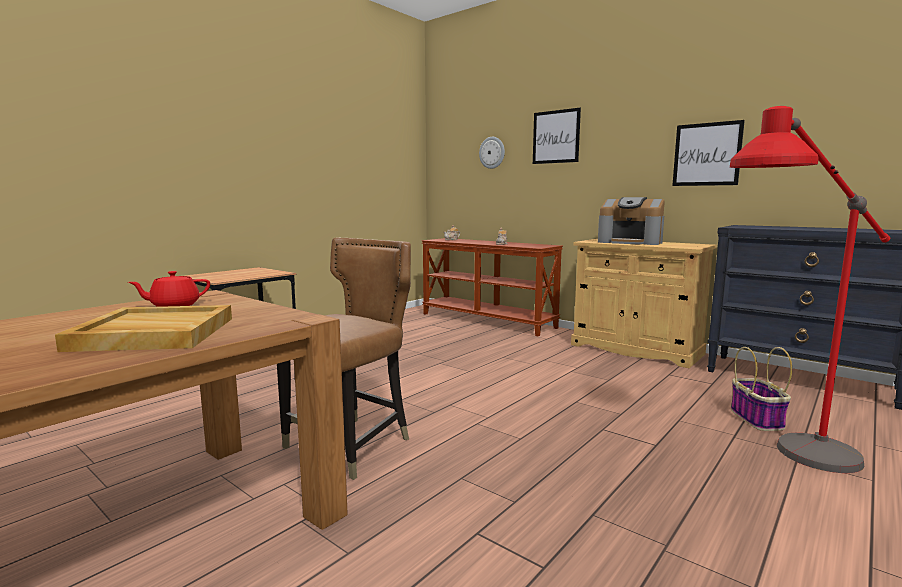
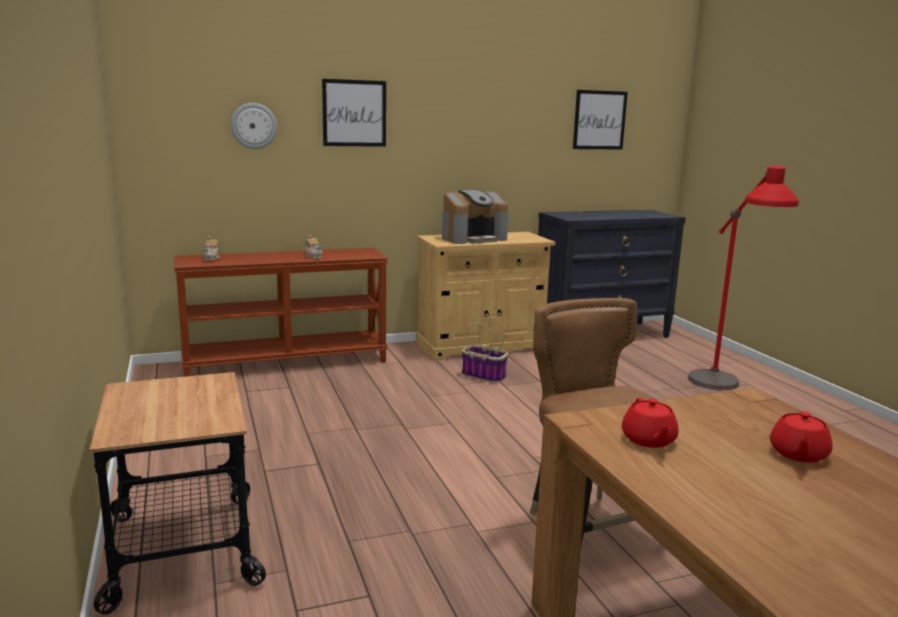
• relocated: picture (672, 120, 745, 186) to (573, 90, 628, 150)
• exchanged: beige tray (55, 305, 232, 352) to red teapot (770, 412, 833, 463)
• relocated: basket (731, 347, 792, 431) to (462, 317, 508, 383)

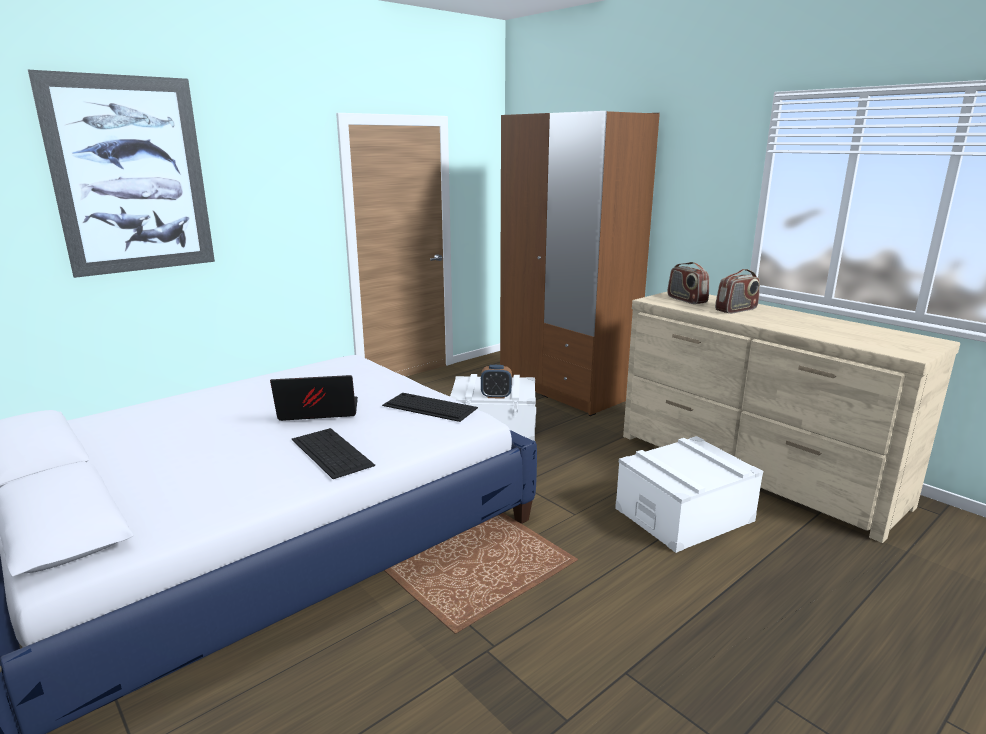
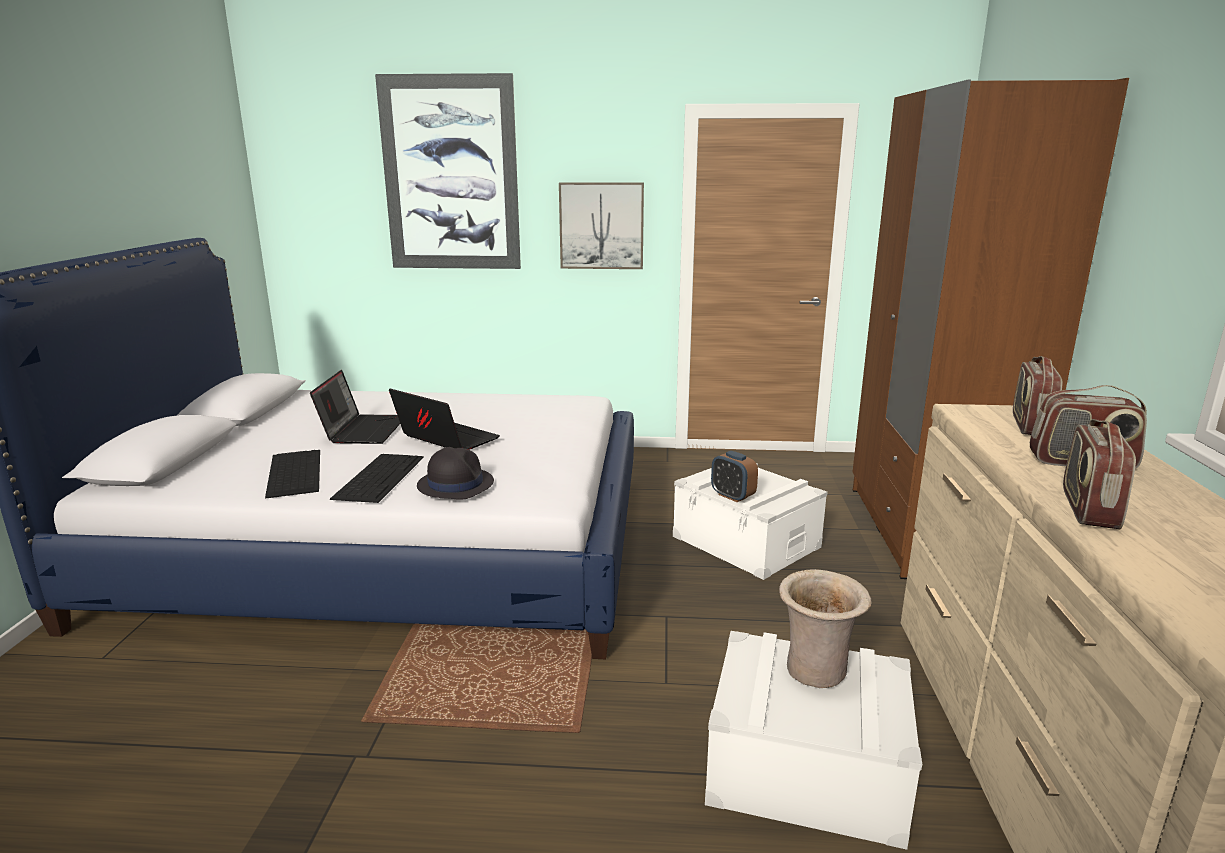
• relocated: keyboard (382, 393, 478, 422) to (265, 450, 320, 499)
• appeared: picture (559, 182, 644, 269)
• appeared: laptop (310, 370, 400, 444)
• appeared: radio (1063, 419, 1136, 529)
• appeared: black hat (417, 447, 494, 500)
• appeared: beige vase (779, 569, 872, 688)

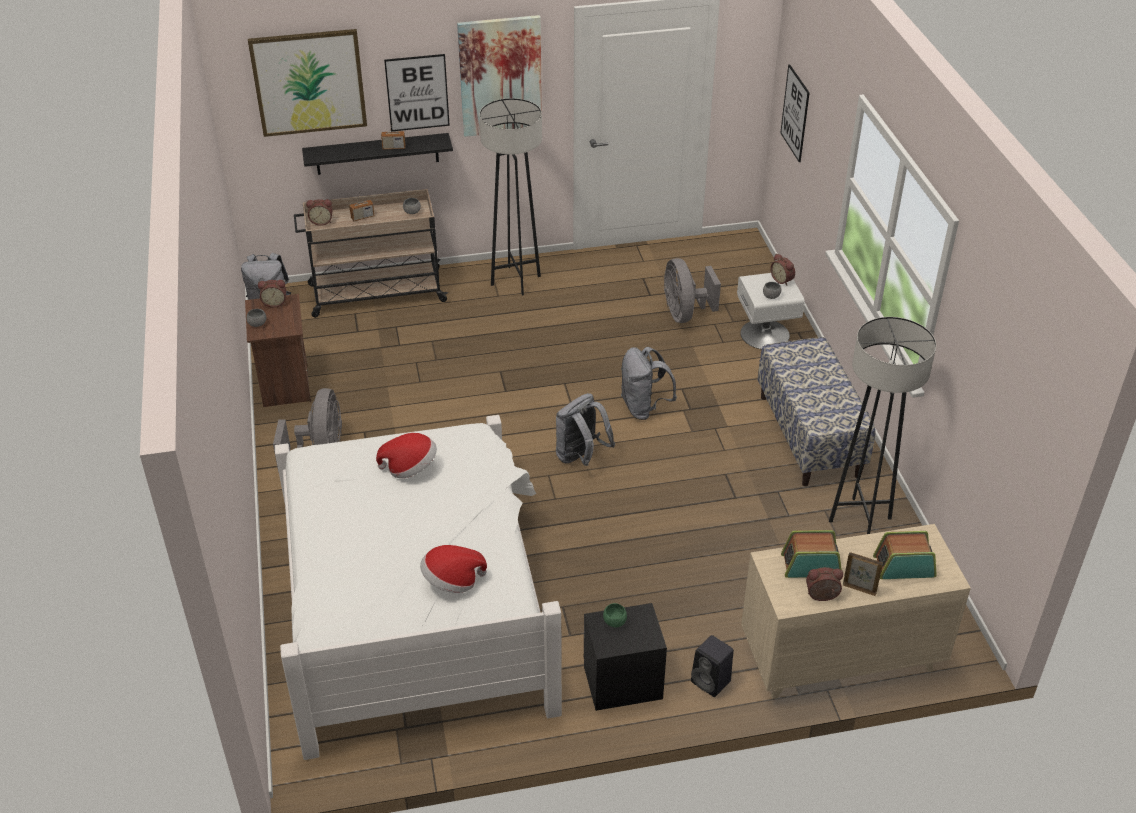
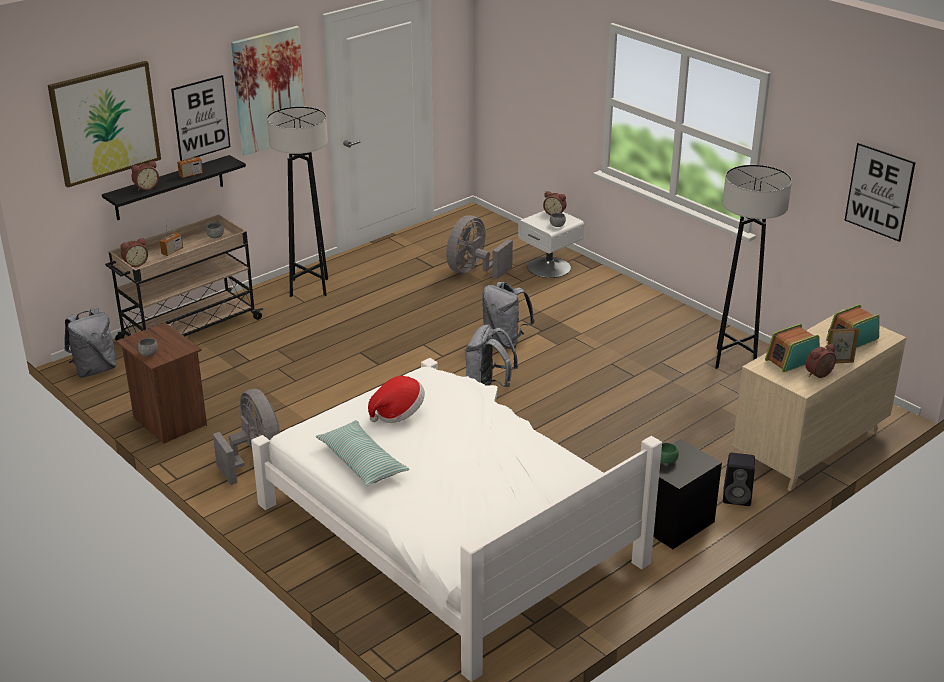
• relocated: picture (780, 65, 810, 162) to (845, 143, 916, 242)
• spun: grey fan (664, 258, 721, 323) = (446, 215, 513, 279) 75 degrees clockwise
• relocated: alarm clock (258, 280, 286, 307) to (131, 161, 159, 191)
• missing: bench (758, 337, 876, 486)
• missing: hat (420, 545, 487, 593)
• appeared: pillow (316, 420, 409, 487)

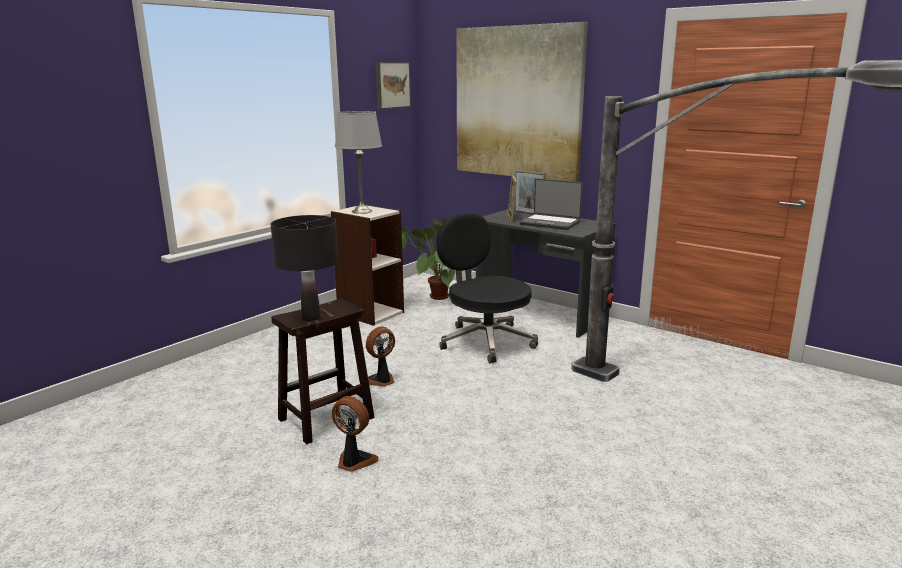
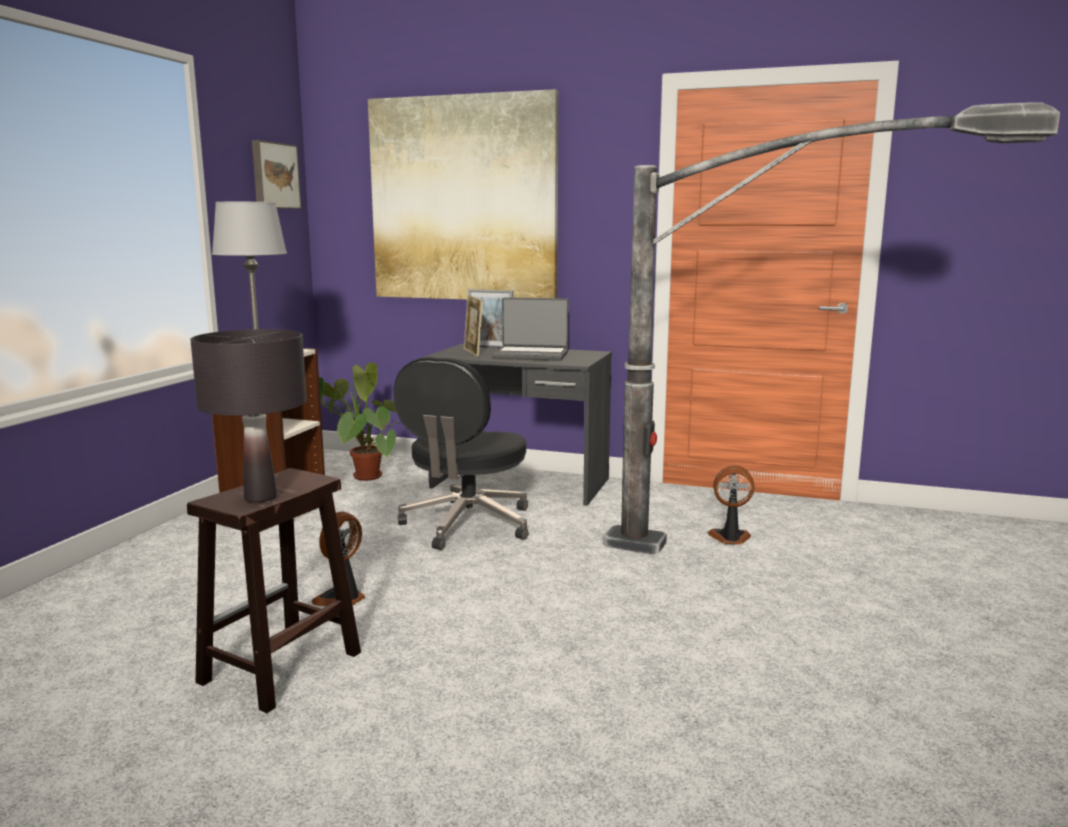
• spun: black office chair (436, 213, 538, 363) = (394, 357, 529, 550) 105 degrees counterclockwise
• relocated: fan (332, 396, 378, 472) to (707, 465, 755, 545)

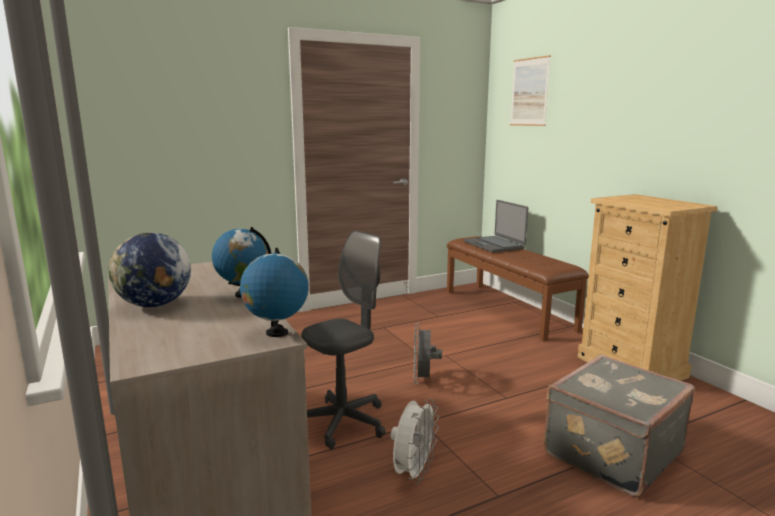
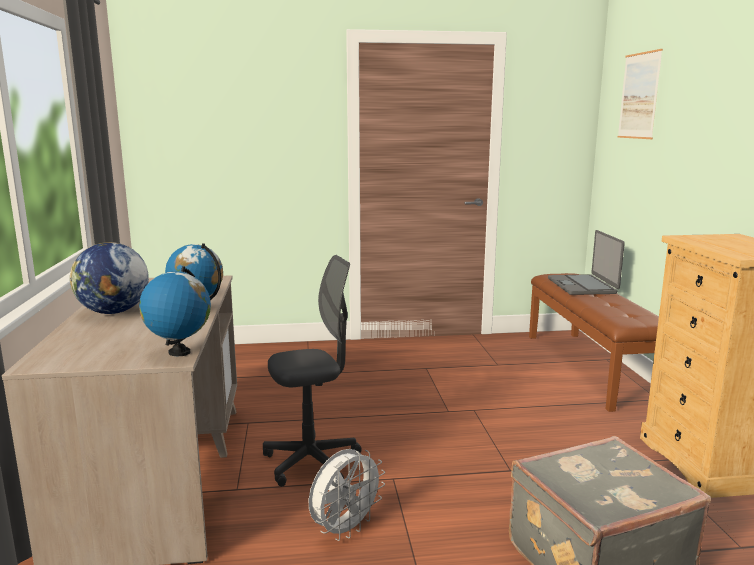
• missing: grey fan (414, 323, 442, 384)

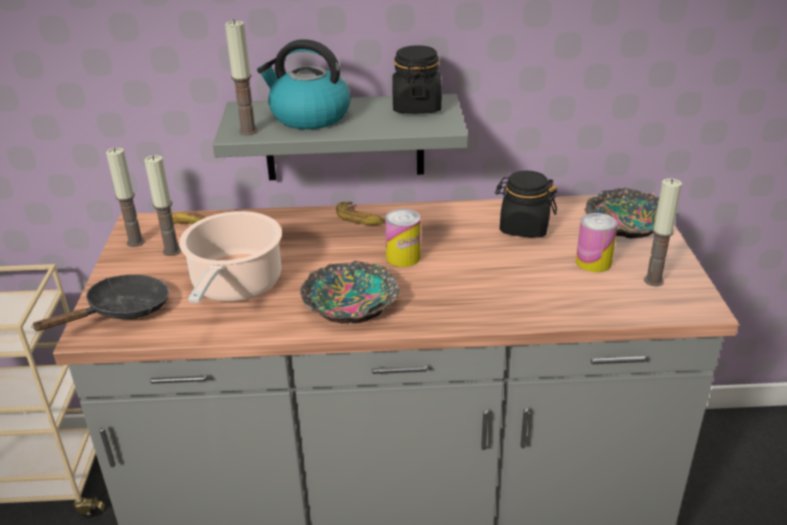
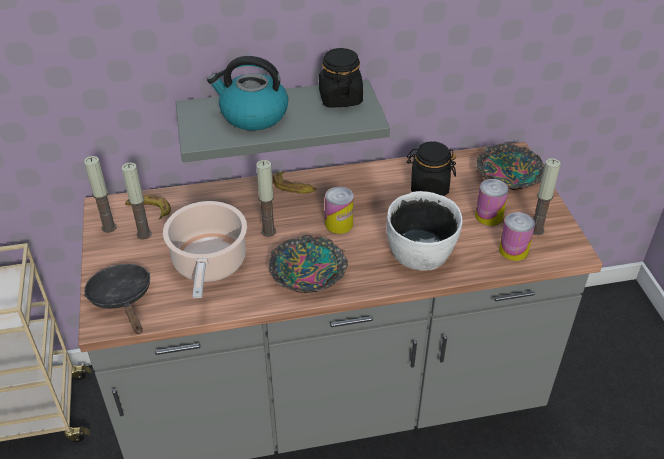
• relocated: candle (225, 19, 258, 135) to (256, 160, 276, 237)
• spun: black frying pan (31, 275, 169, 331) = (84, 264, 150, 334) 60 degrees counterclockwise
• appeared: white bowl (386, 191, 463, 271)
• appeared: can (499, 212, 535, 261)

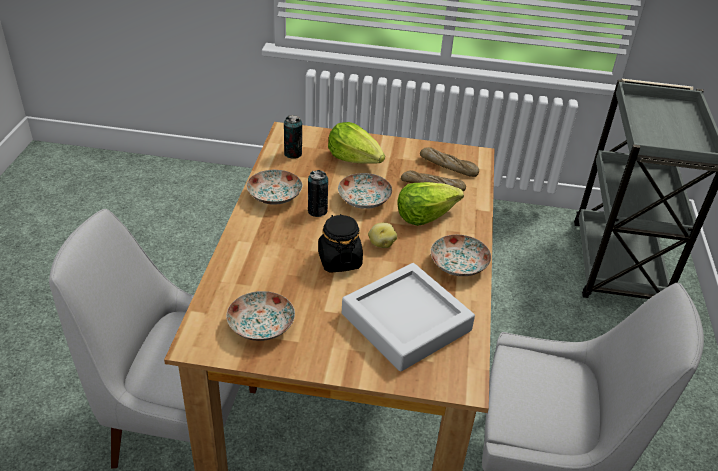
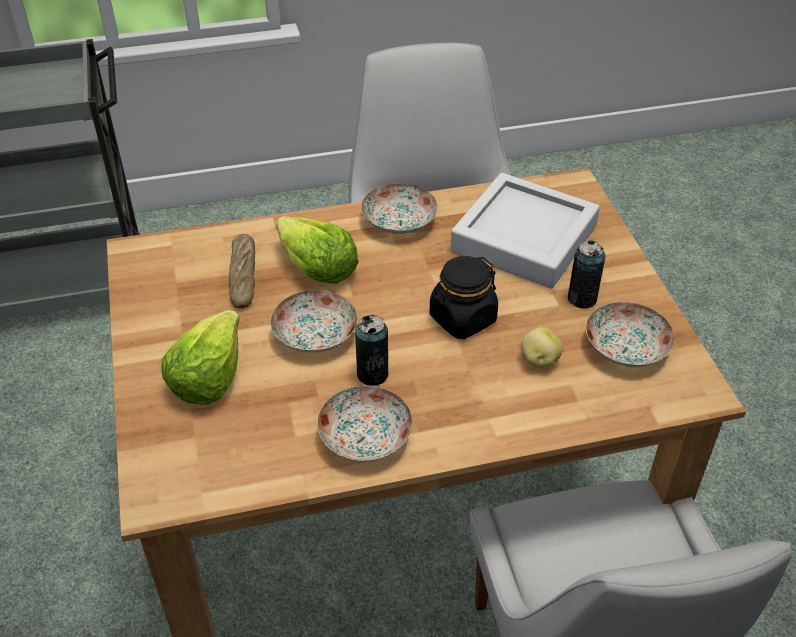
• relocated: can (284, 115, 302, 159) to (568, 241, 605, 309)
• missing: bread (420, 147, 479, 177)
• relocated: potato (368, 222, 397, 248) to (521, 327, 563, 369)

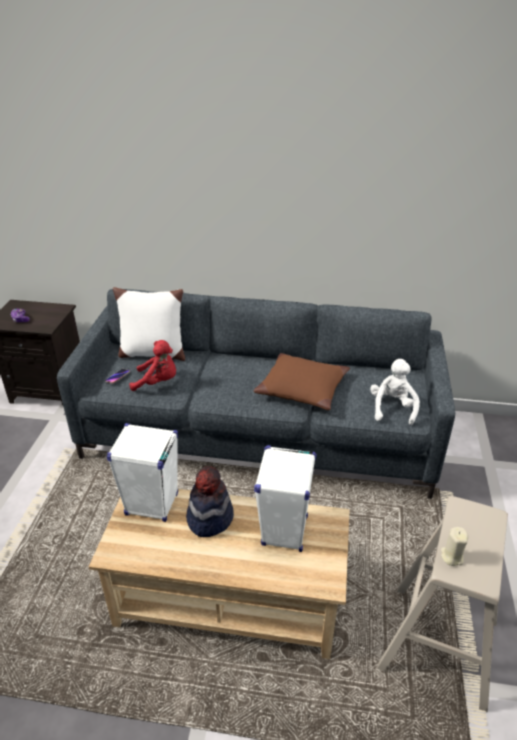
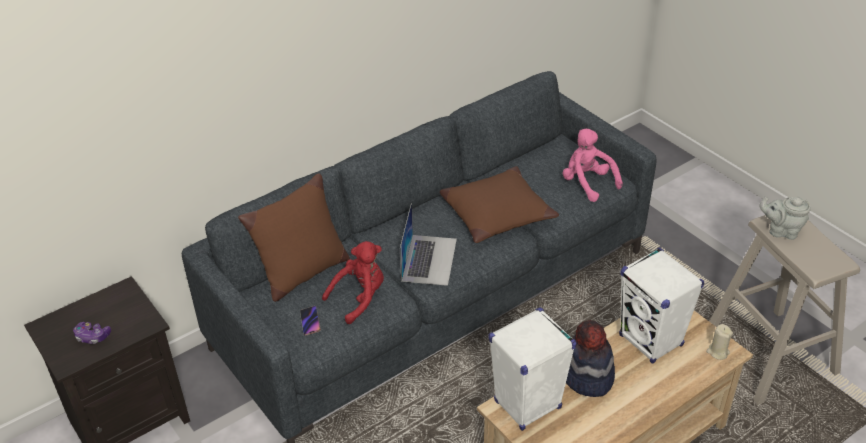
• colour: white pillow (113, 287, 185, 361) to brown pillow (238, 173, 350, 302)
• colour: white plush toy (370, 359, 420, 425) to pink plush toy (563, 129, 623, 202)
• relocated: beige candle (441, 527, 468, 566) to (706, 324, 733, 360)
• appeared: grey teapot (760, 197, 811, 240)
• appeared: laptop (400, 203, 457, 286)

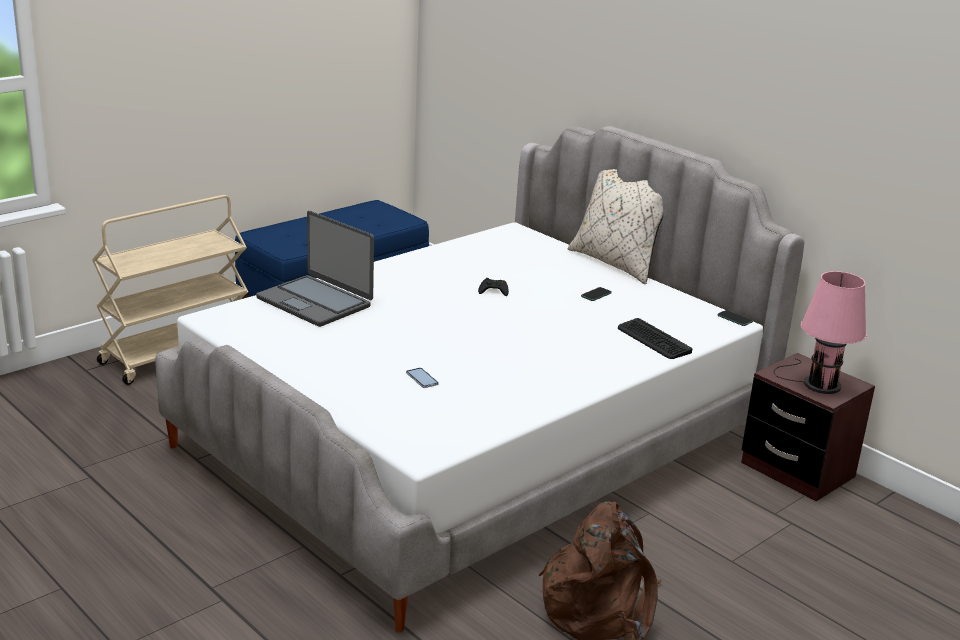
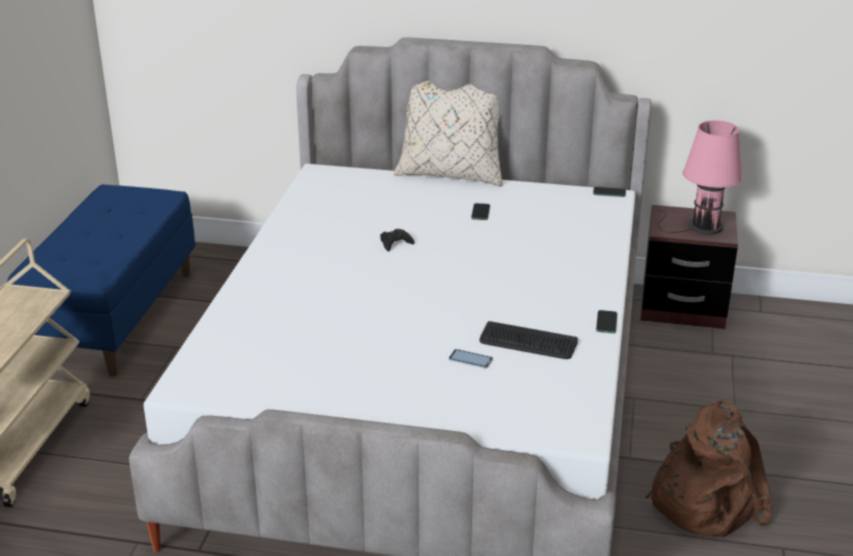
• missing: laptop (256, 211, 374, 327)
• relocated: keyboard (618, 318, 692, 359) to (480, 321, 578, 359)
• appeared: phone (596, 310, 617, 333)

